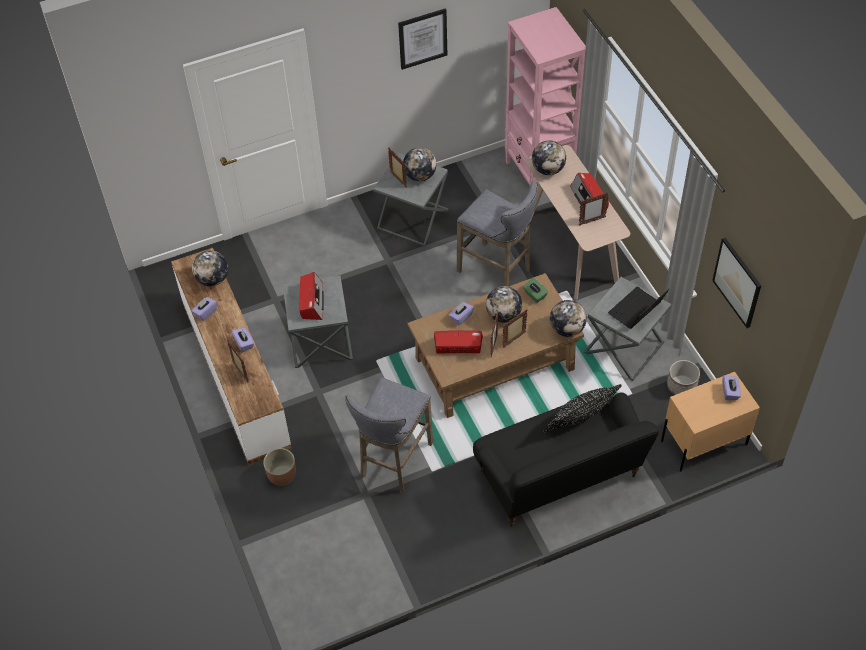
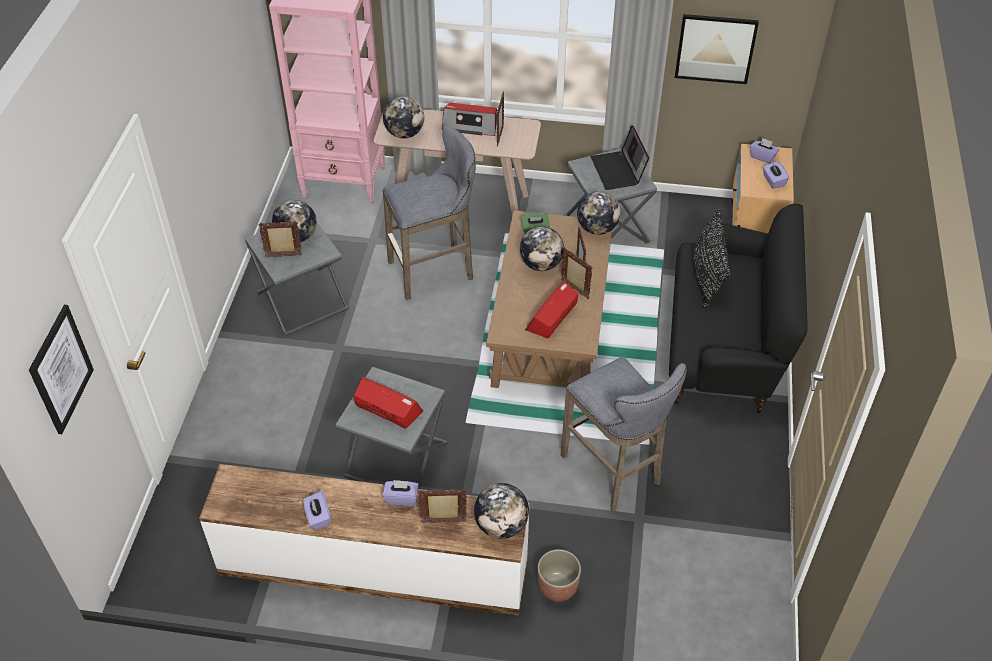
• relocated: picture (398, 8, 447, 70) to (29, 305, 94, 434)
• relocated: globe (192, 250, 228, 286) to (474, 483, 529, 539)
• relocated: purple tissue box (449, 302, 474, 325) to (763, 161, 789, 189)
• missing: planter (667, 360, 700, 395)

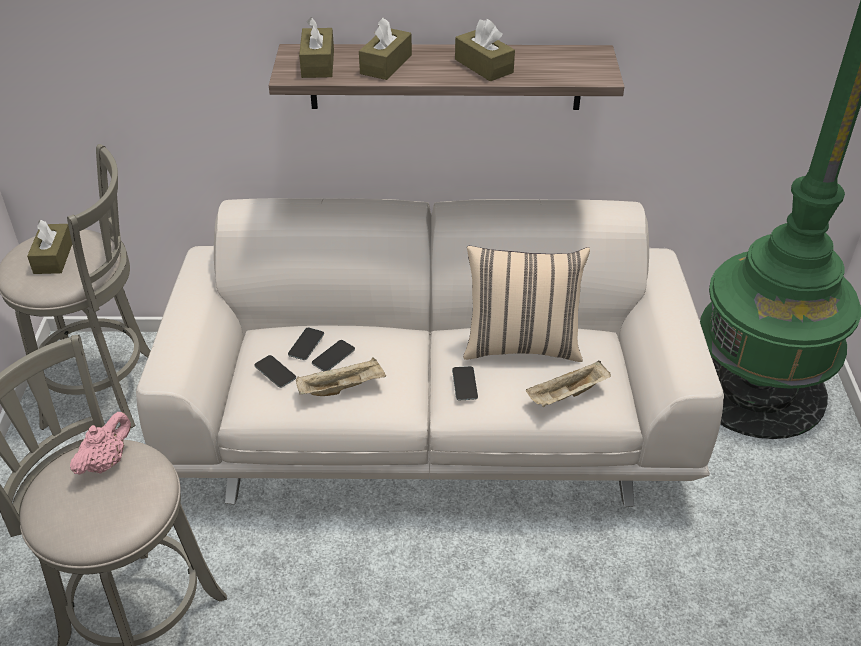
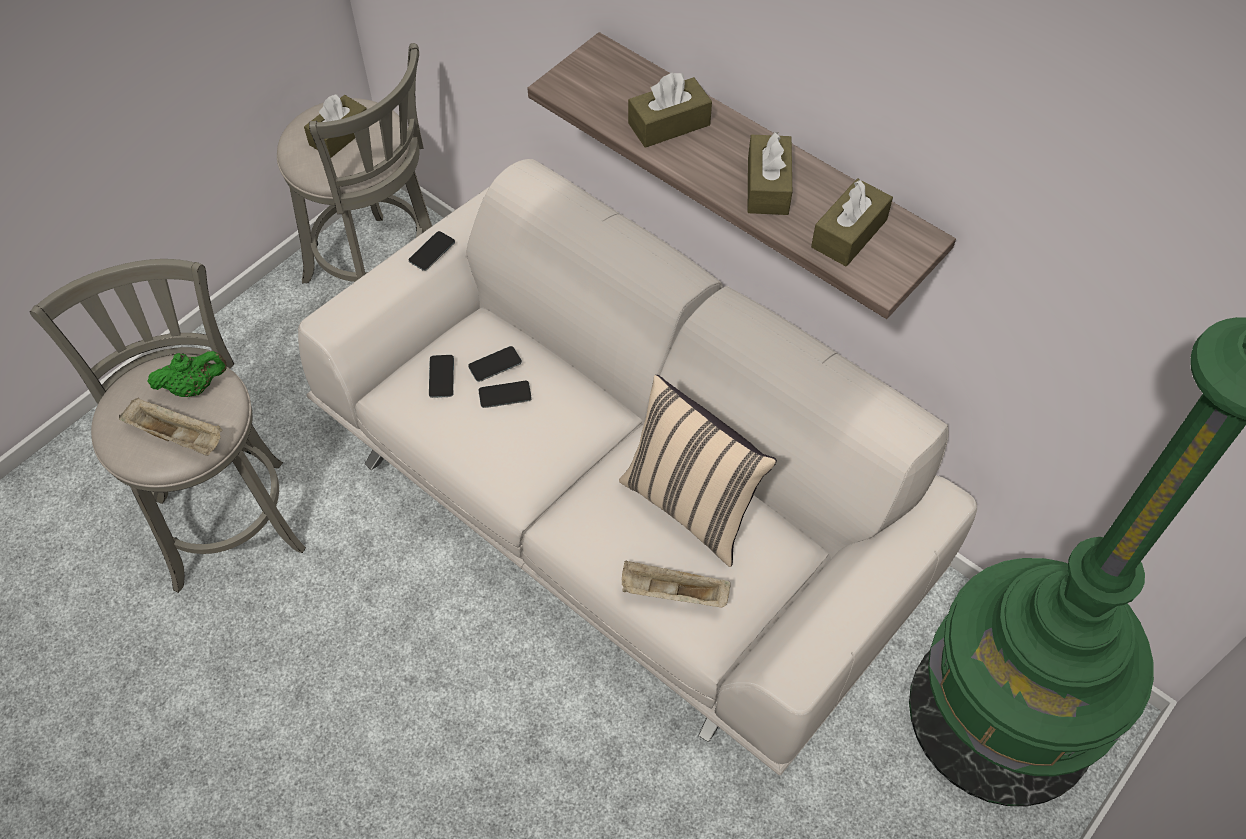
• relocated: brown tissue box (299, 17, 334, 78) to (811, 179, 893, 266)
• relocated: beige tray (296, 357, 386, 396) to (119, 397, 223, 456)
• relocated: phone (452, 366, 478, 400) to (409, 231, 455, 271)
• colour: pink teapot (70, 412, 131, 475) to green teapot (148, 351, 227, 397)

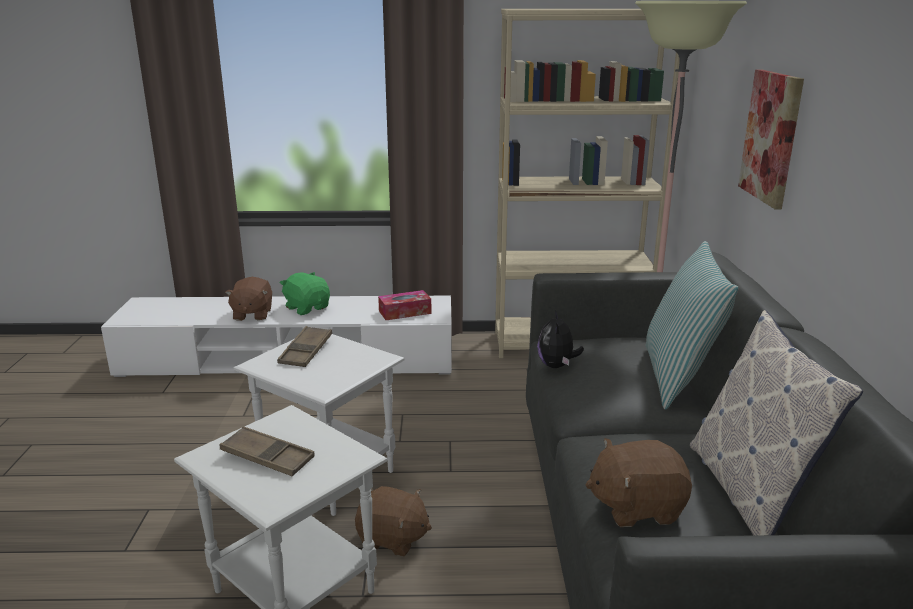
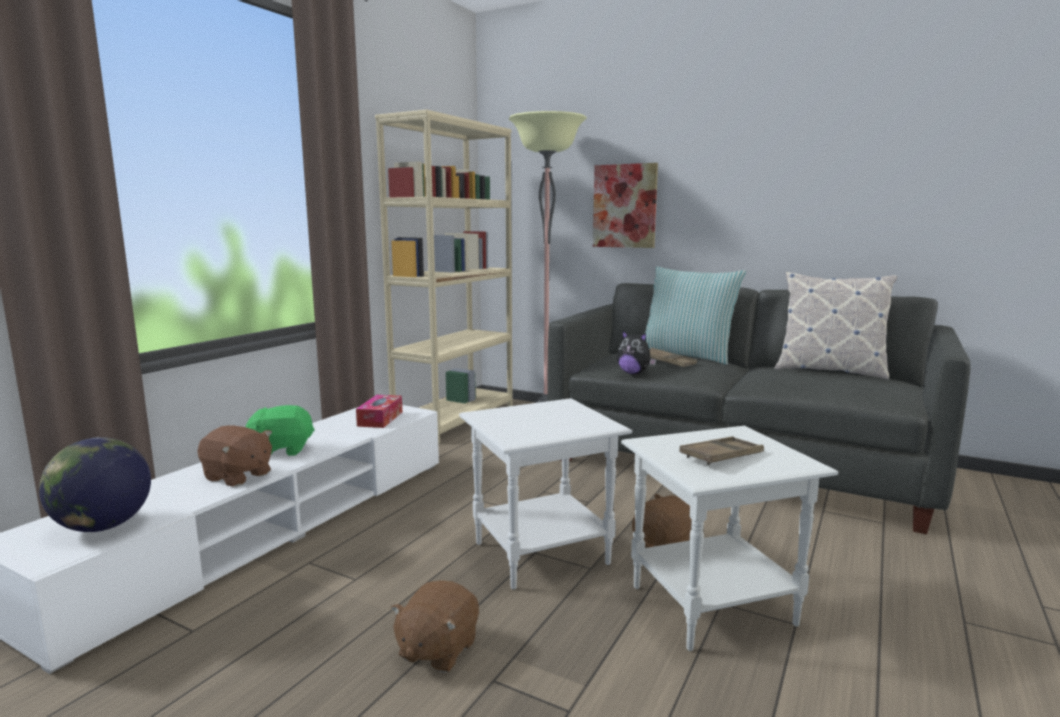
• relocated: brown tray (277, 326, 332, 367) to (649, 348, 697, 367)
• relocated: brown plush toy (586, 438, 692, 527) to (391, 580, 479, 673)
• appeared: globe (39, 437, 151, 532)

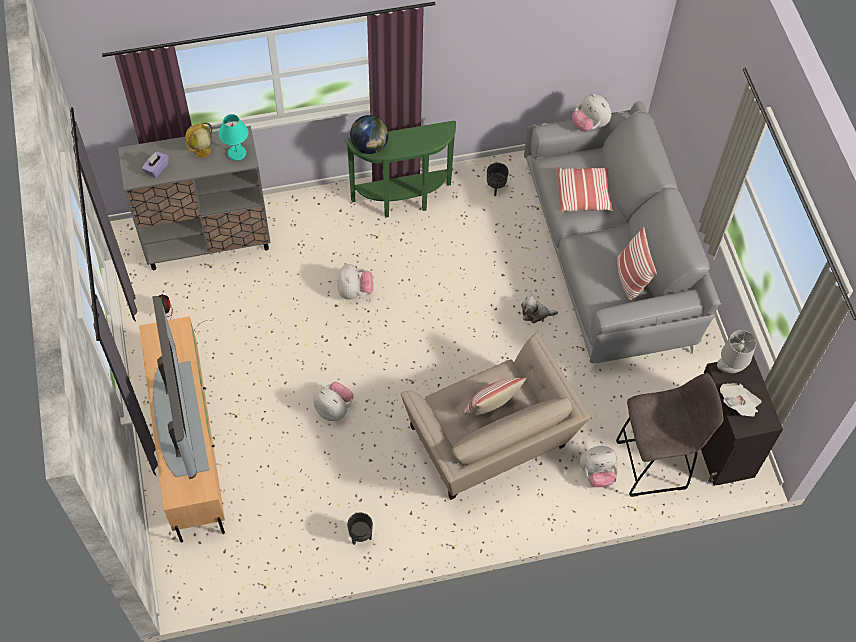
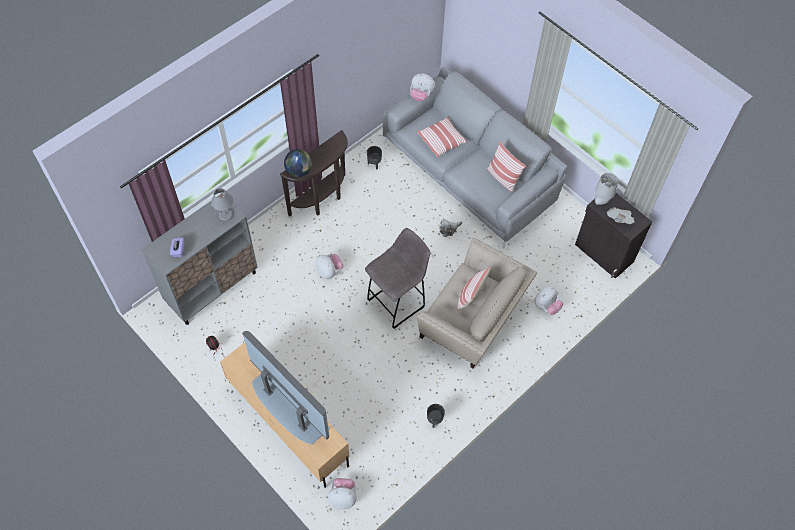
• colour: turquoise table lamp (218, 114, 248, 161) to grey table lamp (211, 188, 233, 221)
• colour: green console table (345, 121, 456, 218) to brown console table (280, 130, 348, 216)
• missing: globe (185, 123, 212, 158)
• relocated: grey stool (616, 373, 723, 497) to (365, 228, 431, 329)
• relocated: plush toy (313, 382, 354, 421) to (328, 478, 357, 509)

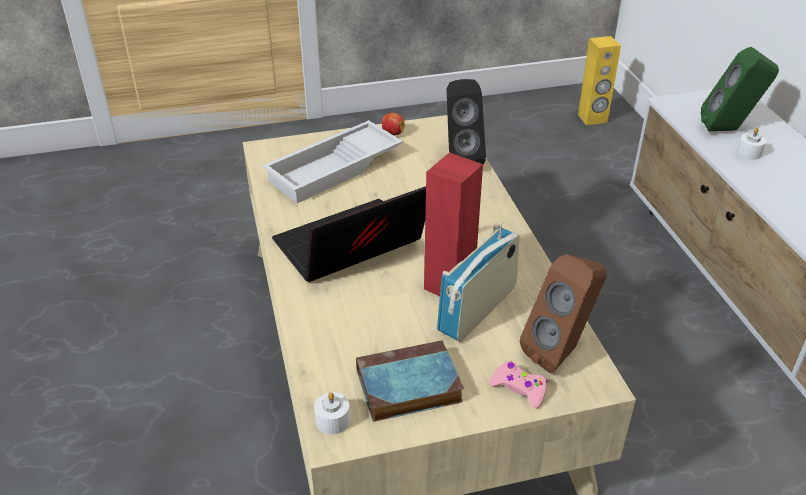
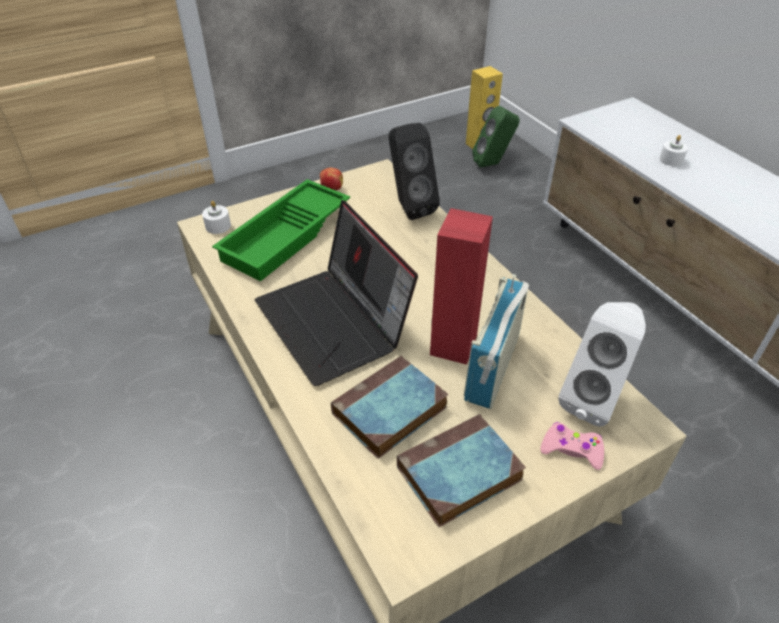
• relocated: green speaker (701, 47, 779, 131) to (472, 106, 520, 168)
• colour: white tray (262, 120, 403, 203) to green tray (212, 179, 350, 281)
• spun: laptop (272, 186, 426, 282) = (255, 200, 418, 386) 75 degrees counterclockwise
• colour: brown speaker (520, 254, 607, 373) to white speaker (558, 302, 646, 426)
• relocated: white candle (314, 392, 350, 435) to (202, 201, 231, 234)
• appeared: book (331, 356, 449, 459)

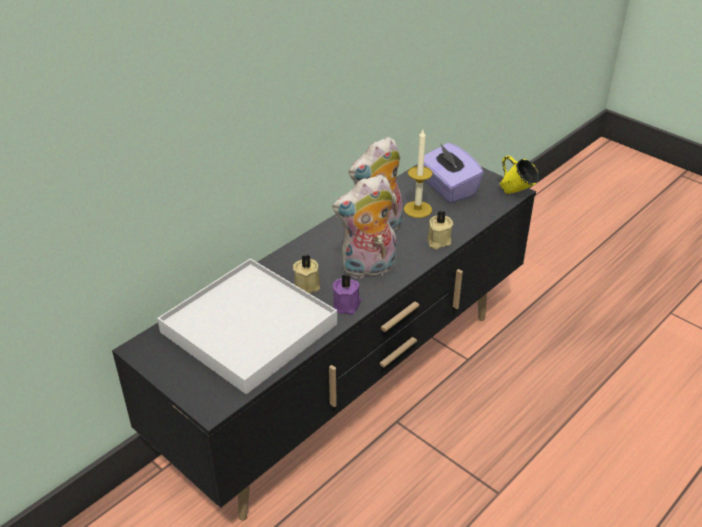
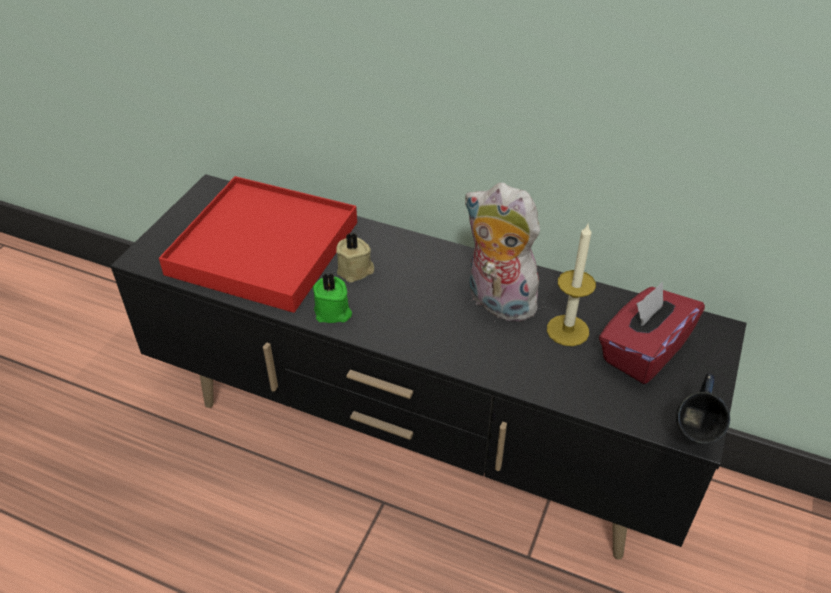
• colour: purple tissue box (424, 143, 484, 203) to red tissue box (599, 282, 705, 384)
• colour: yellow mug (500, 155, 539, 194) to blue mug (676, 373, 730, 444)
• missing: plush toy (332, 175, 396, 279)
• missing: beige candle (427, 211, 453, 249)
• colour: white tray (157, 258, 337, 395) to red tray (159, 176, 357, 313)
• colour: purple candle (332, 274, 362, 314) to green candle (313, 273, 352, 323)

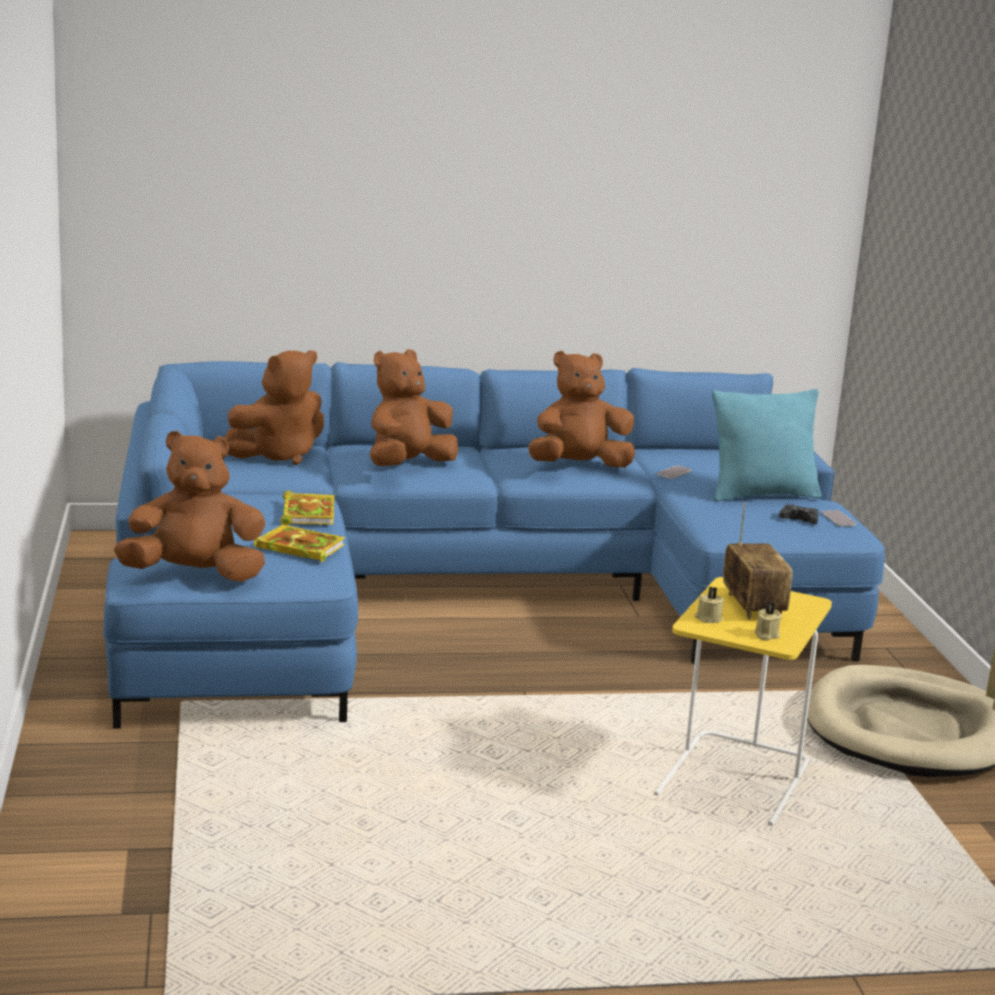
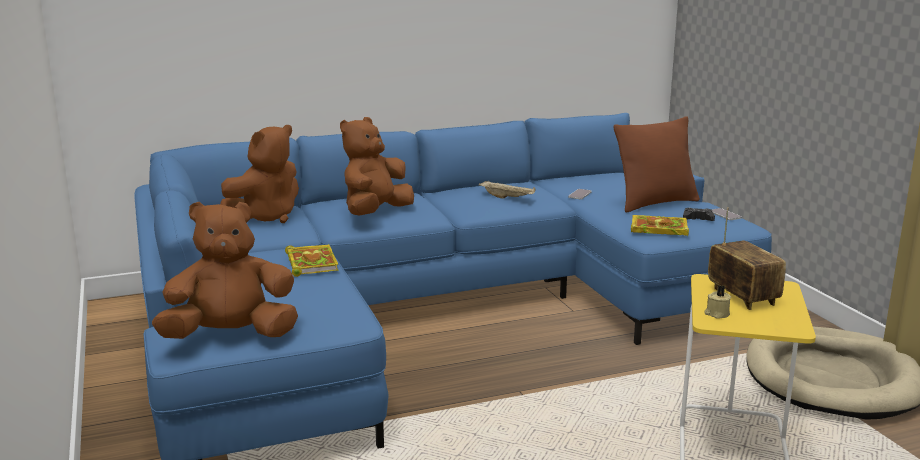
• exchanged: brown plush toy (528, 351, 635, 468) to beige tray (479, 181, 536, 199)
• colour: turquoise pillow (712, 389, 821, 502) to brown pillow (614, 116, 700, 212)
• relocated: book (254, 525, 345, 562) to (631, 215, 689, 236)
• missing: beige candle (754, 602, 782, 641)

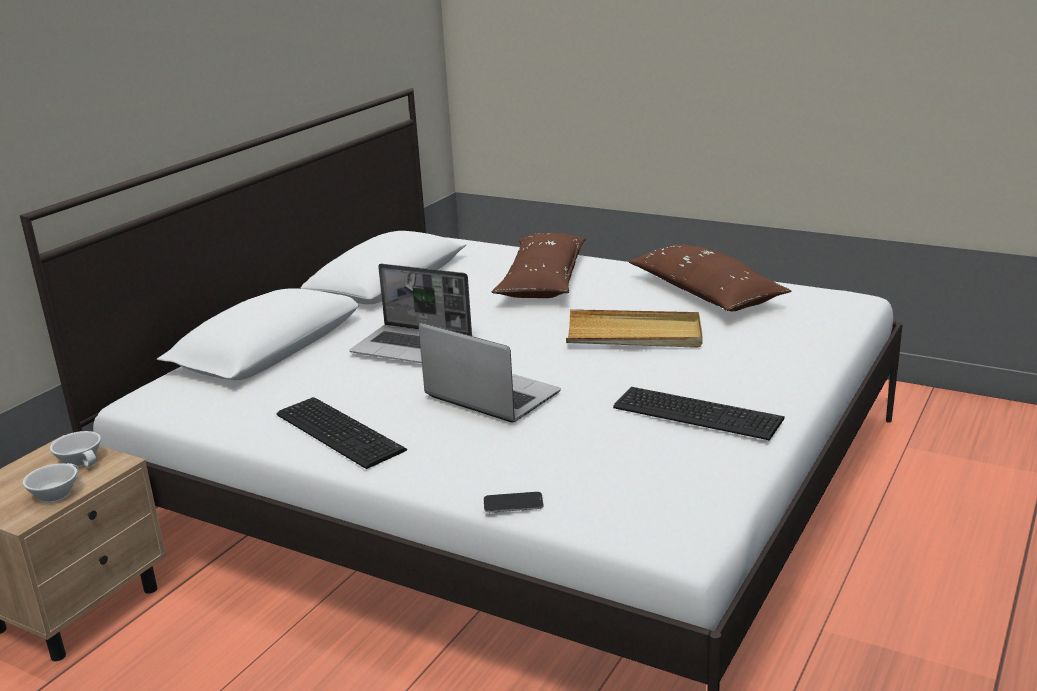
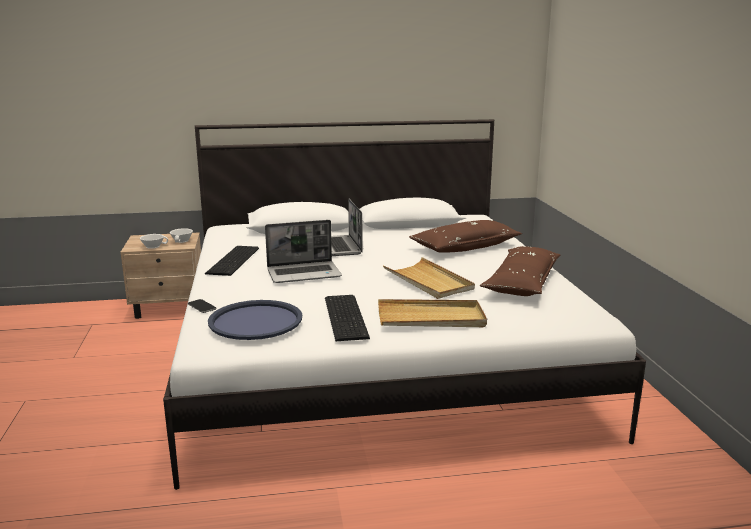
• spun: laptop (418, 323, 561, 422) = (265, 220, 342, 283) 75 degrees clockwise
• appeared: beige tray (378, 299, 487, 327)
• appeared: blue tray (208, 300, 302, 340)

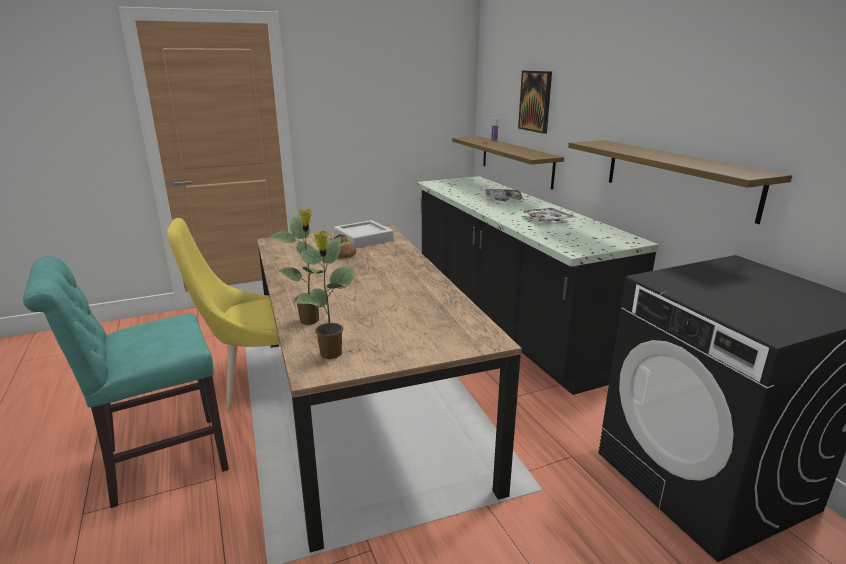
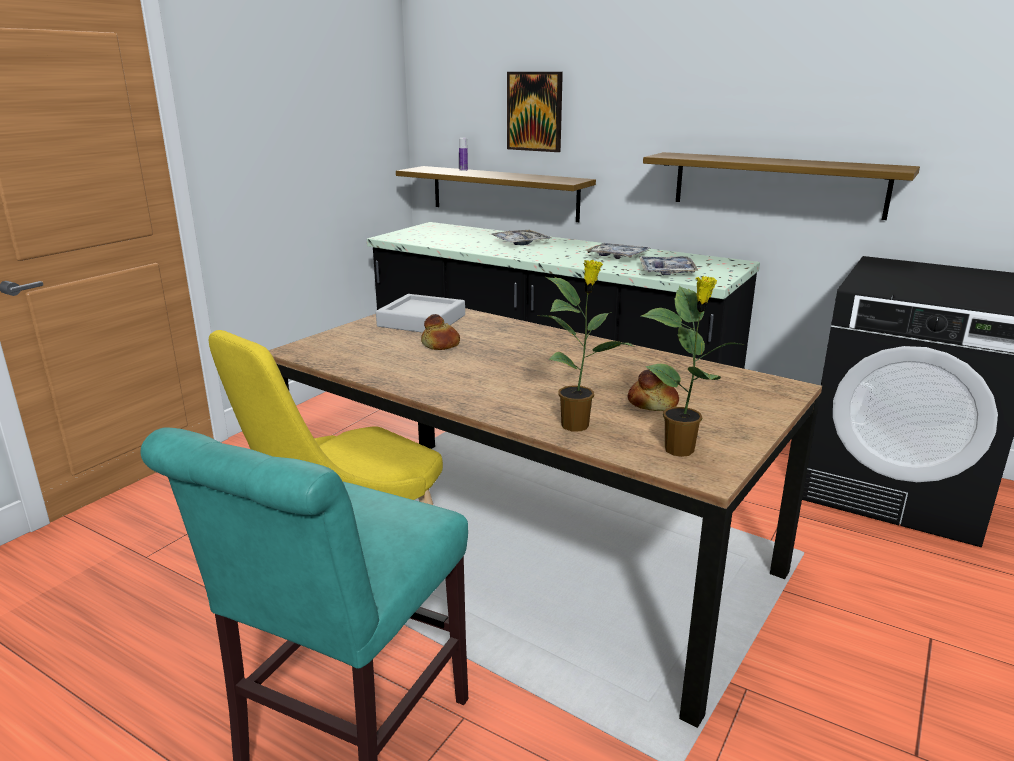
• appeared: tray (639, 256, 699, 275)
• appeared: bread (628, 369, 679, 411)

